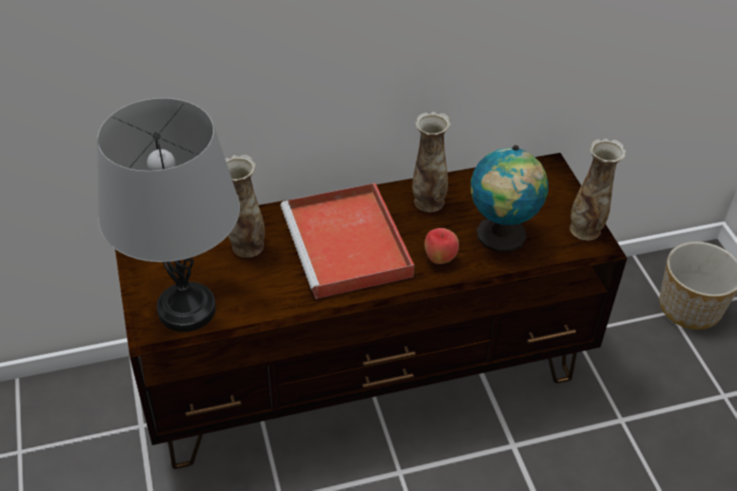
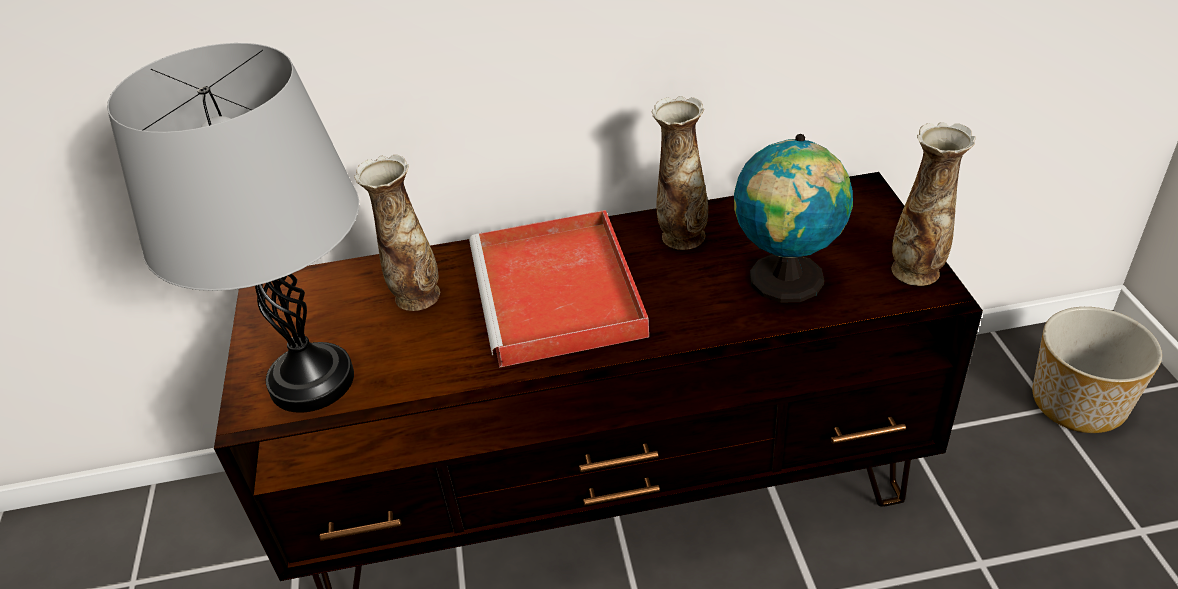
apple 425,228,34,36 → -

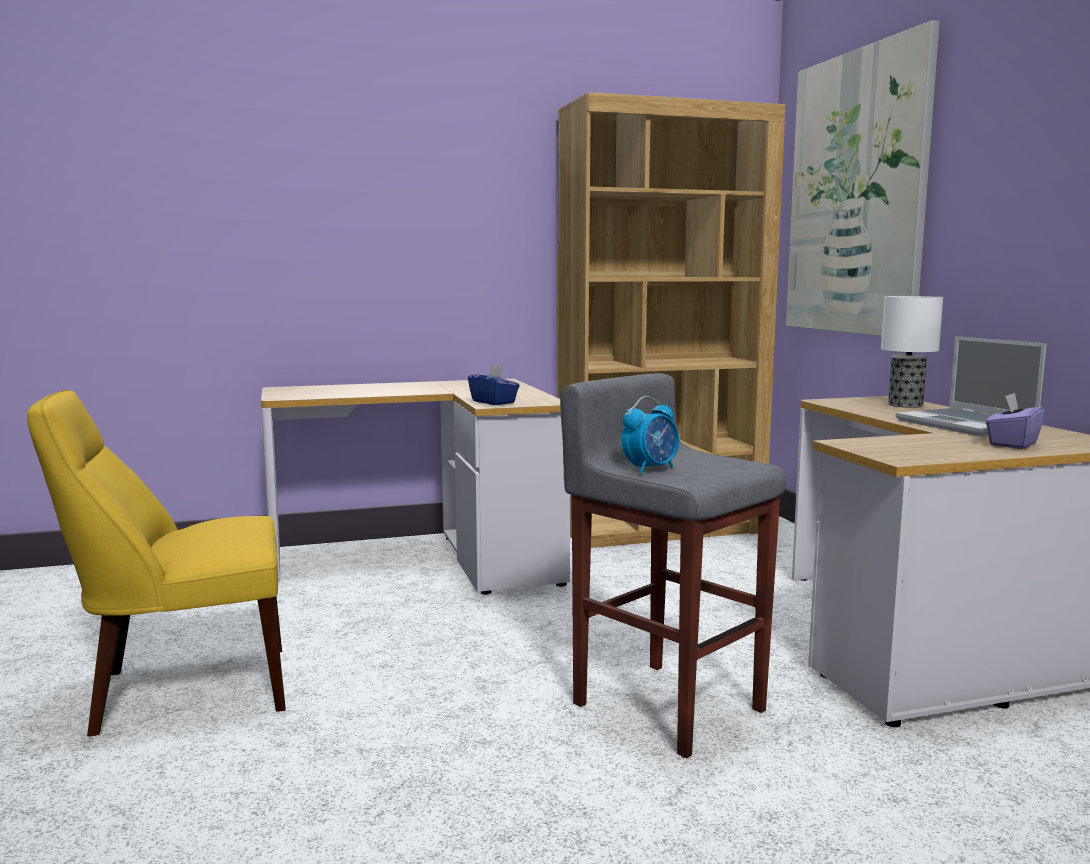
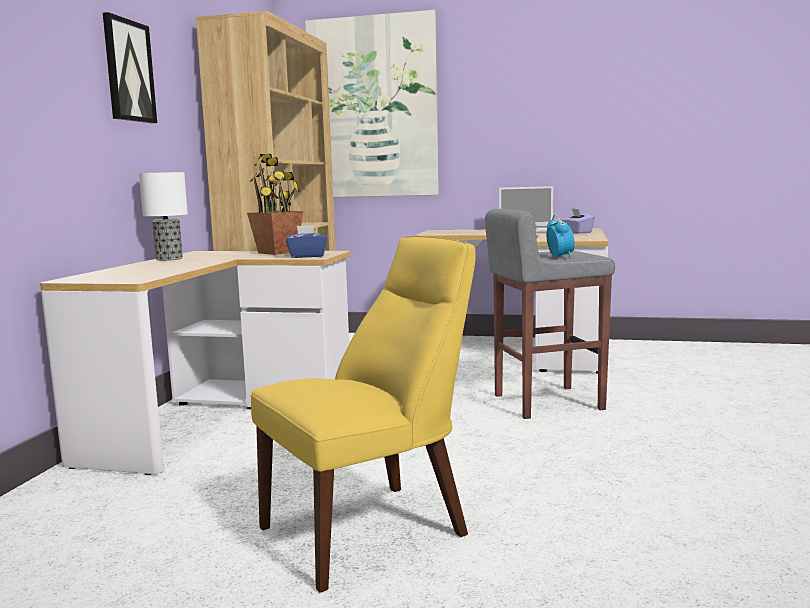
- → picture 103,12,54,111
table lamp 881,296,62,112 → table lamp 139,172,49,89, shifted
- → potted plant 247,154,57,101
yellow chair 27,390,259,346 → yellow chair 251,236,225,356, 135 degrees counterclockwise

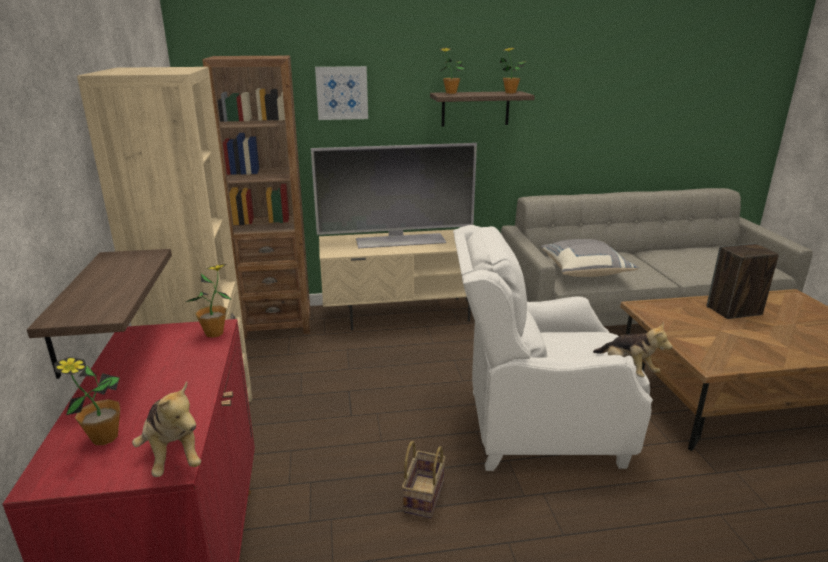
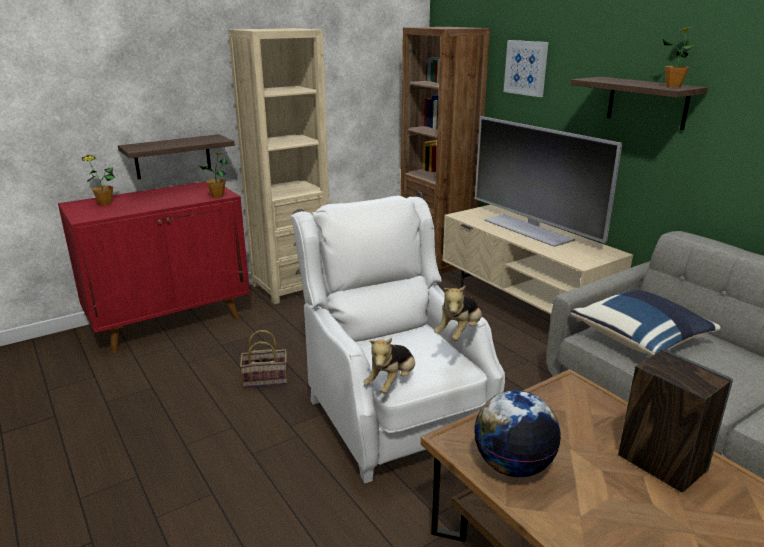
plush toy 132,381,69,96 → plush toy 434,286,48,55, shifted
- → globe 474,390,87,87
grey pillow 541,239,98,38 → blue pillow 570,290,151,66
potted plant 440,48,25,46 → -

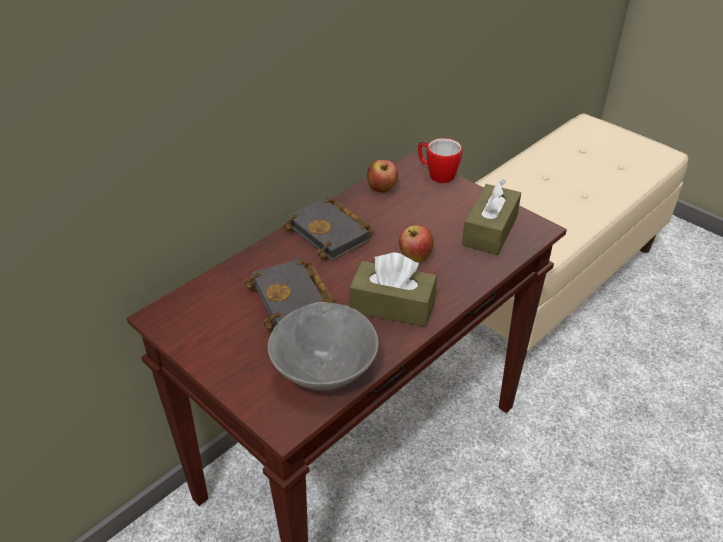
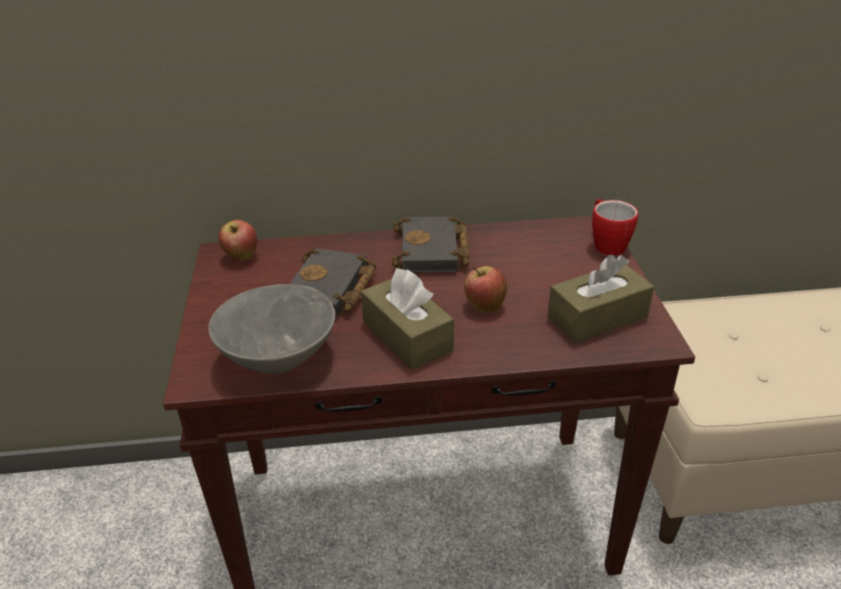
apple 367,160,31,33 → apple 218,220,40,41, shifted

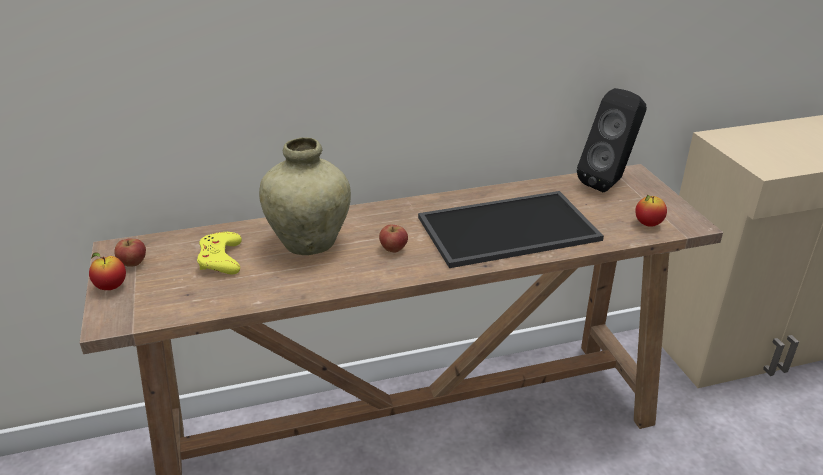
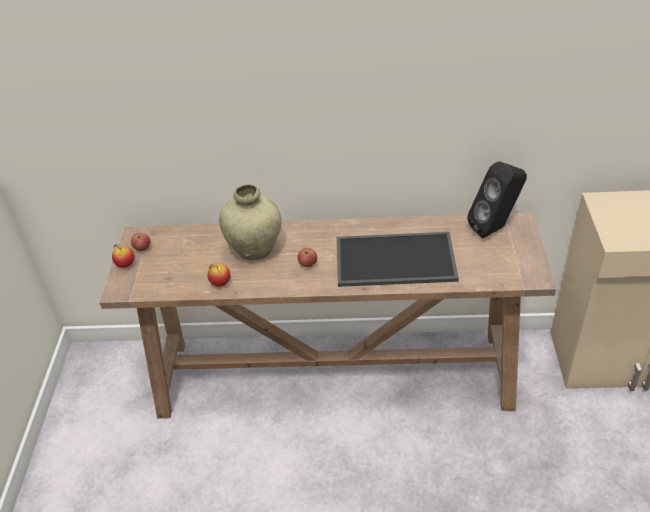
apple 635,195,32,32 → apple 208,264,22,23, shifted
yellow game controller 197,232,45,42 → -

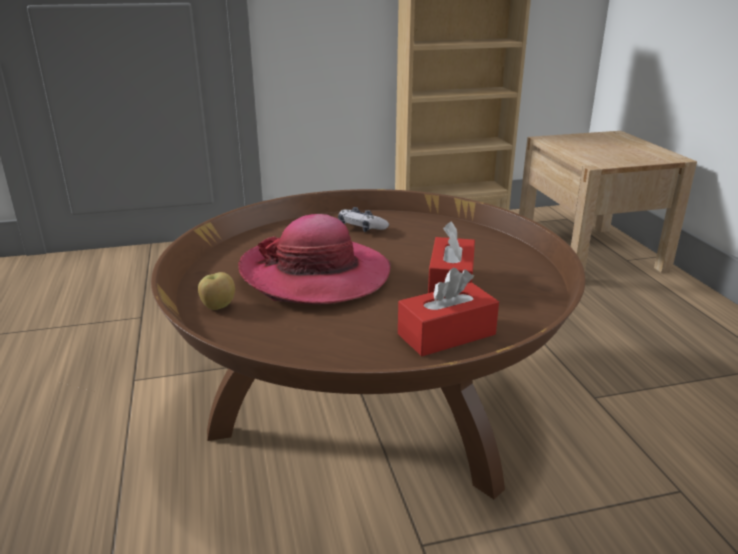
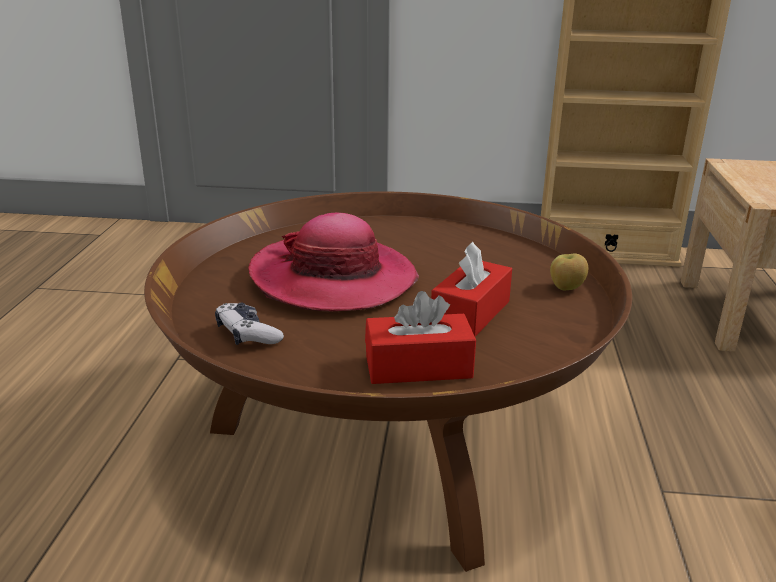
game controller 338,207,51,25 → game controller 215,303,69,42, shifted
apple 198,272,37,38 → apple 550,254,38,37, shifted

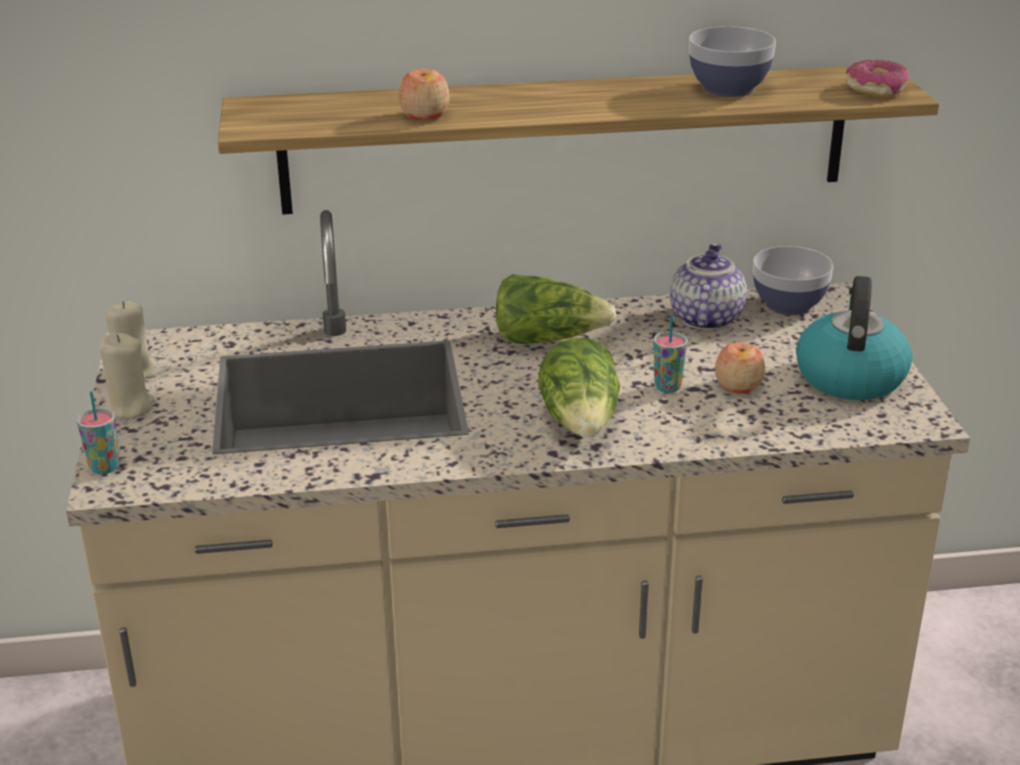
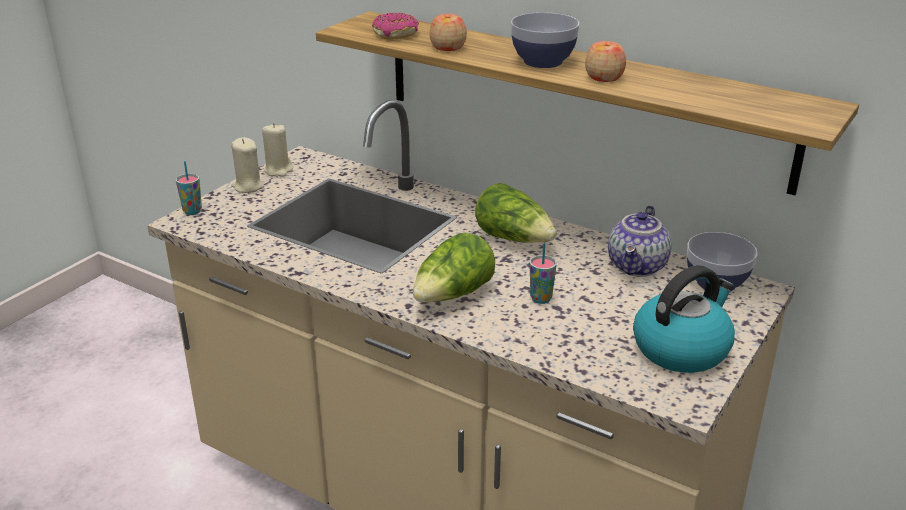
donut 845,60,64,38 → donut 372,13,47,26, shifted
bowl 689,26,87,71 → bowl 511,12,69,56, shifted
apple 715,342,50,52 → apple 585,41,41,41, shifted
teapot 670,243,77,87 → teapot 608,205,64,72, 150 degrees clockwise

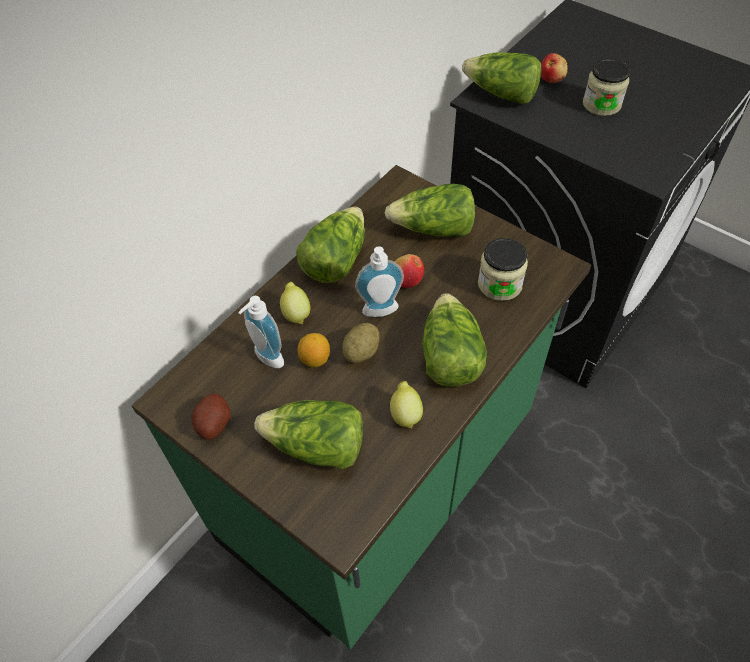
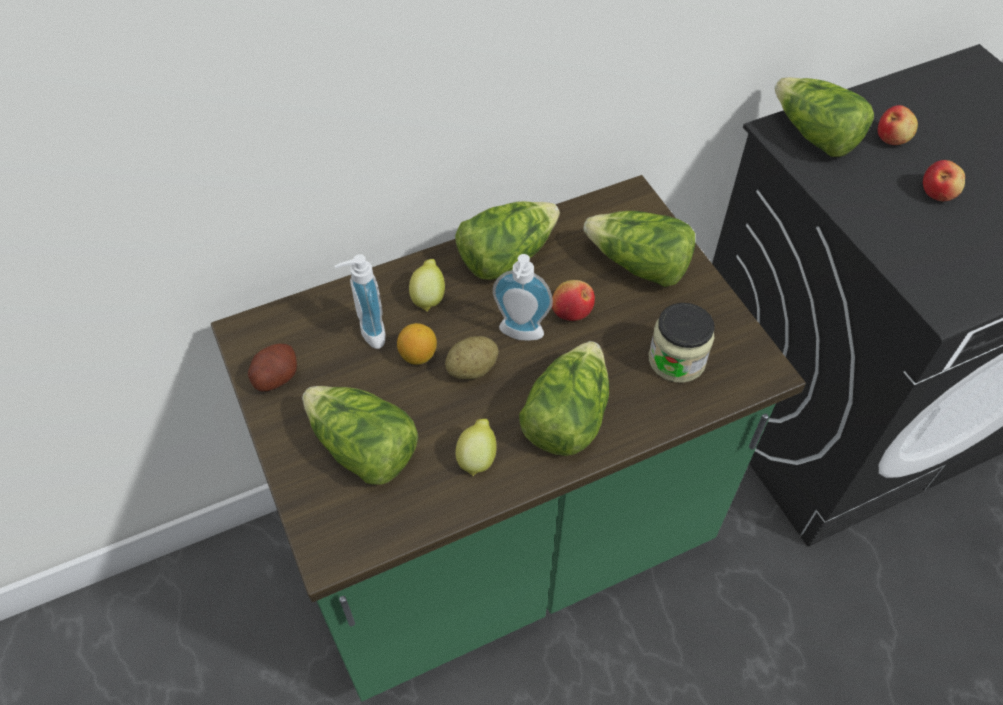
jar 583,59,47,57 → apple 923,160,42,42

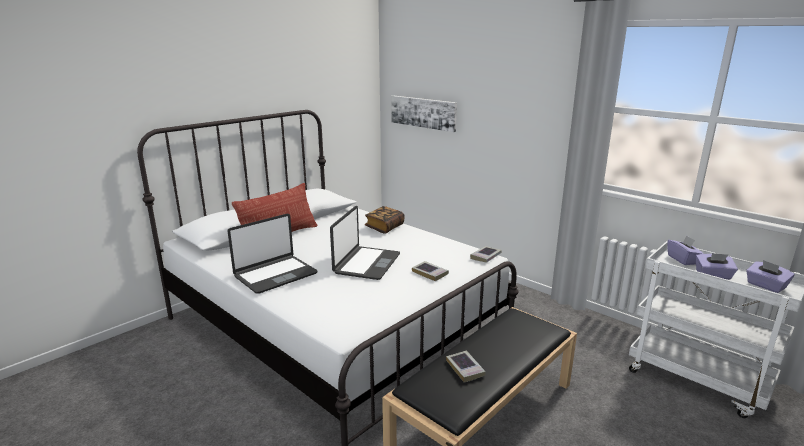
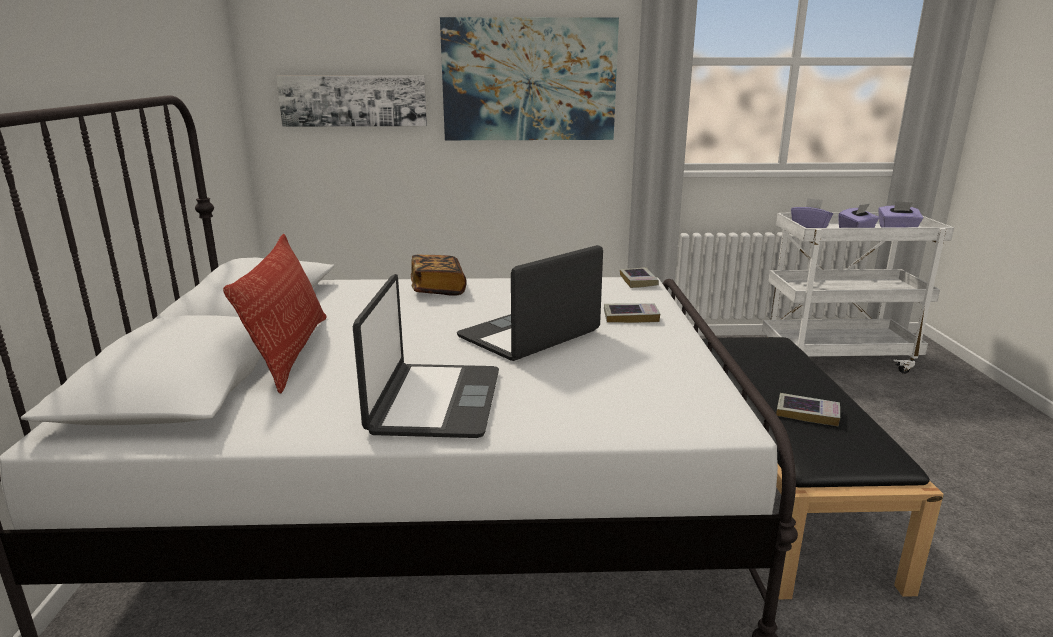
- → picture 440,17,179,123
laptop 330,206,70,74 → laptop 457,245,146,116, 105 degrees counterclockwise

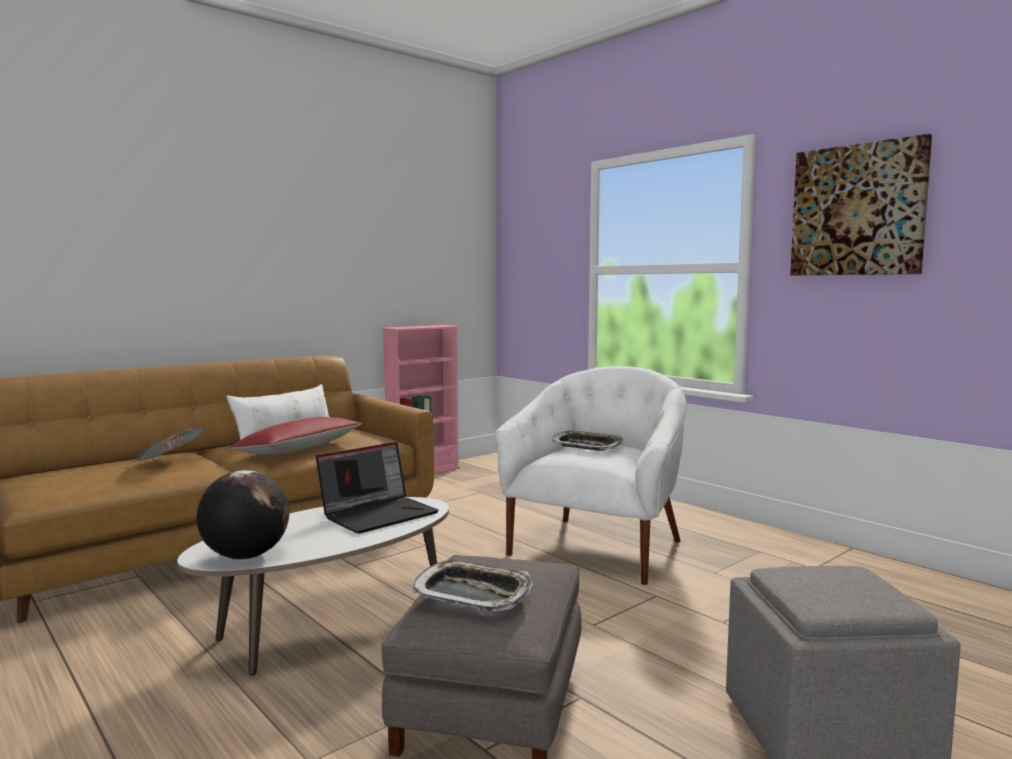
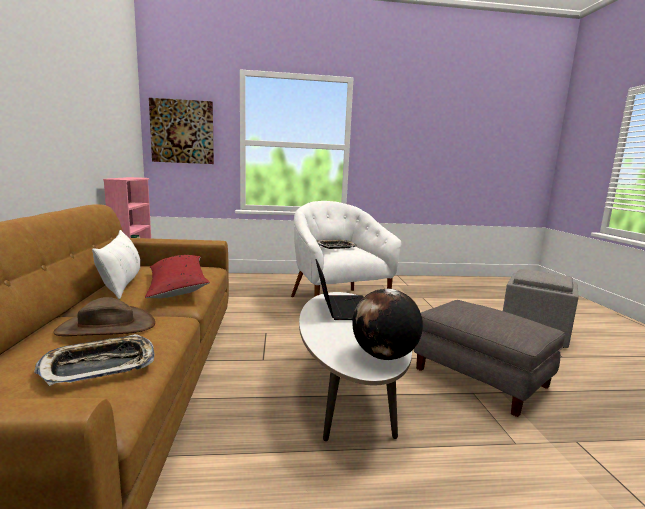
tray 413,560,120,51 → tray 34,334,121,52, shifted
newspaper 133,426,72,36 → brown hat 53,297,102,39
picture 790,134,142,141 → picture 149,98,65,66, shifted

